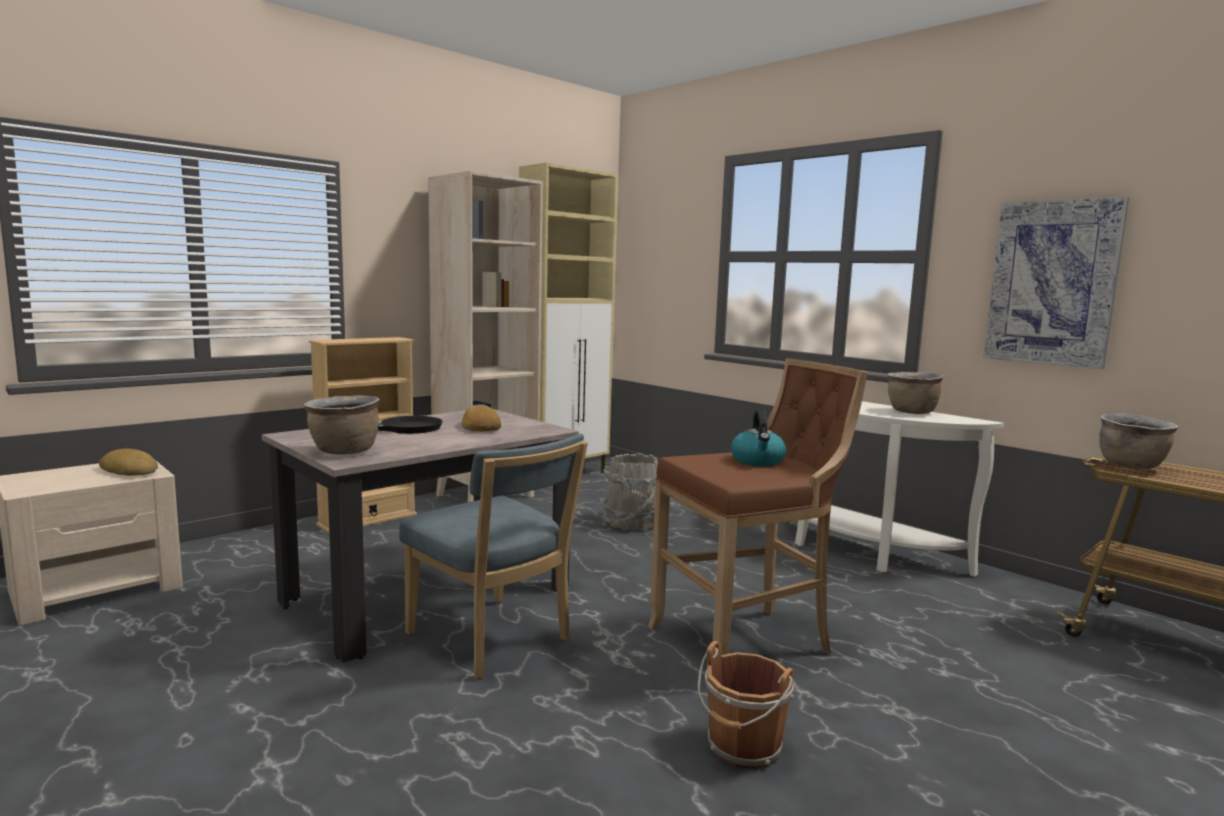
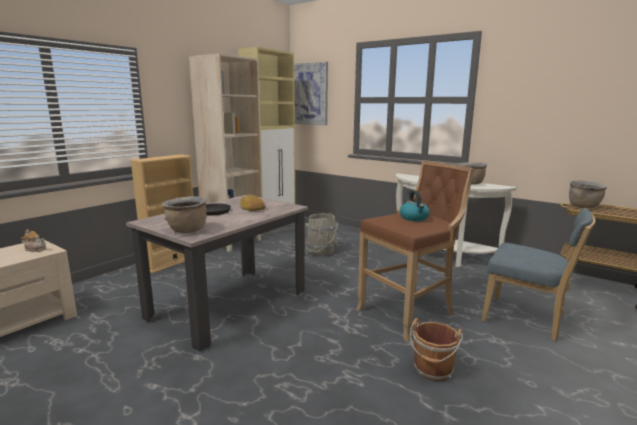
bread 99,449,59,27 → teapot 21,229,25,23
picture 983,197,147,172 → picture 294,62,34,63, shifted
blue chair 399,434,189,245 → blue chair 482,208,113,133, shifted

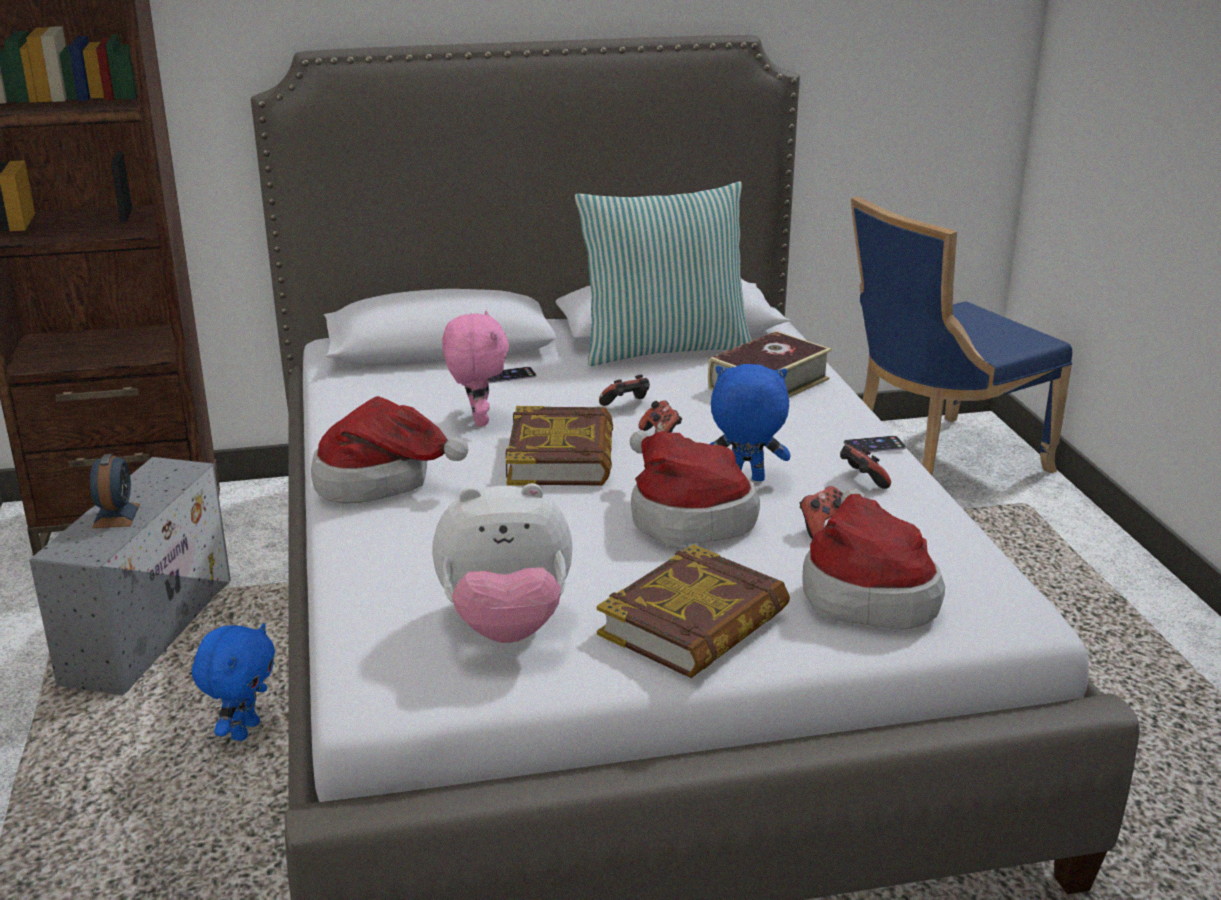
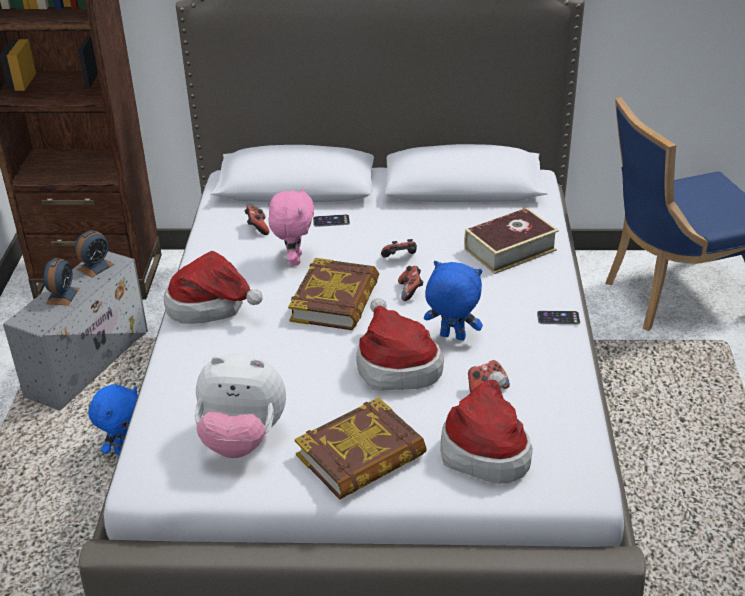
- → alarm clock 75,230,39,48
game controller 840,445,51,44 → game controller 244,206,25,29, shifted
pillow 575,182,177,184 → -

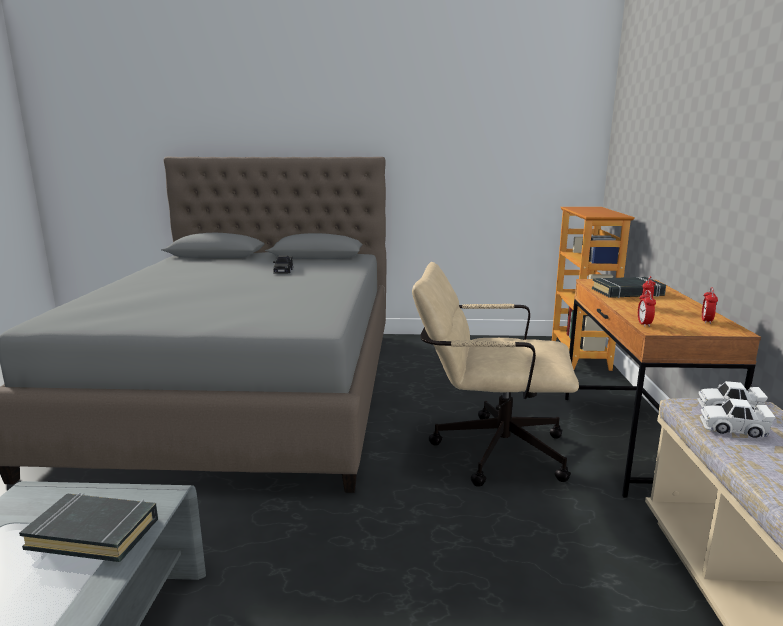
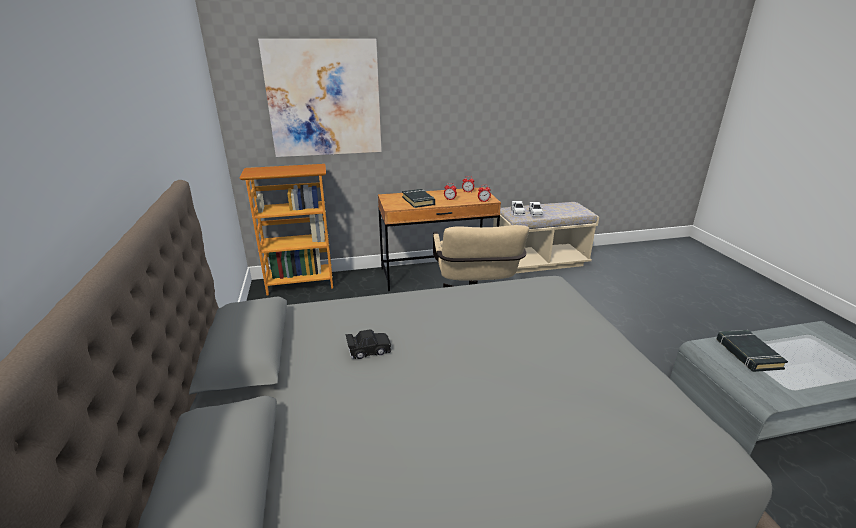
- → picture 258,39,124,118

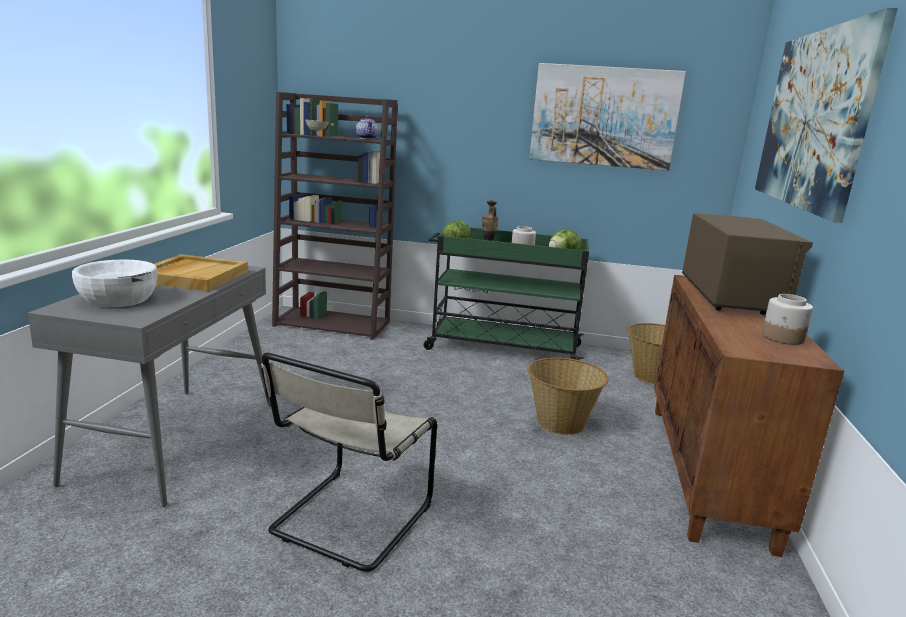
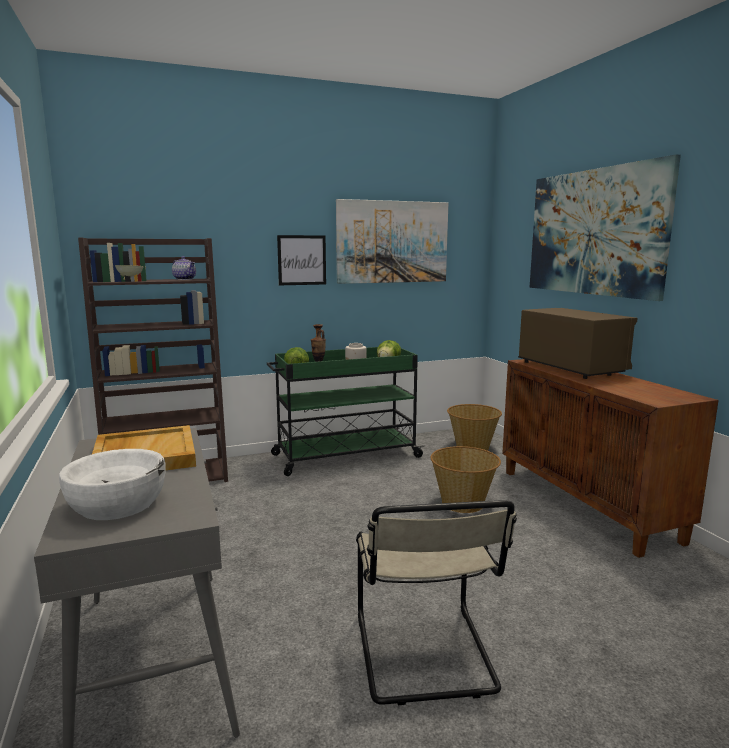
- → picture 277,235,49,50
jar 762,294,51,51 → -

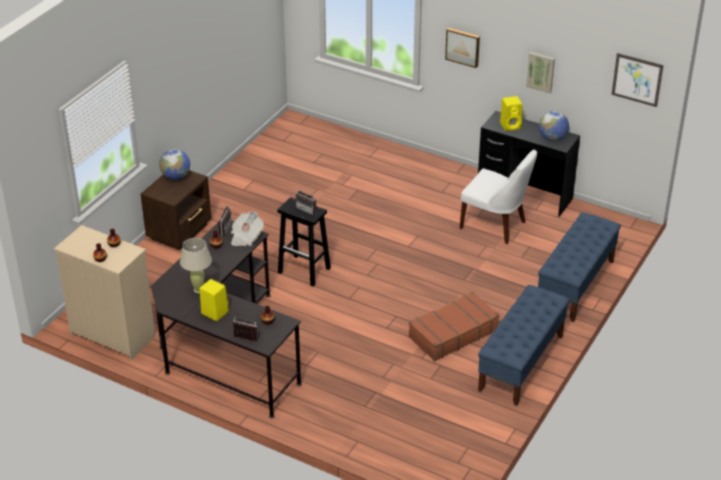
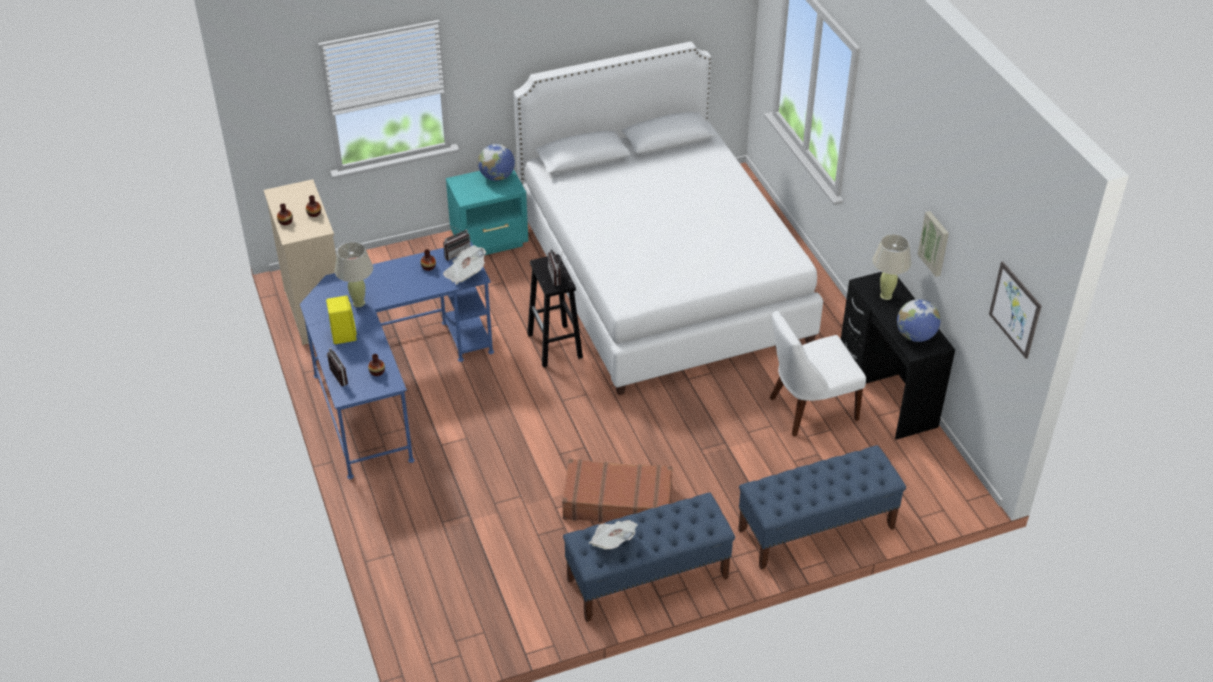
black desk 151,221,151,197 → blue desk 300,241,194,238
brown nightstand 141,170,70,80 → turquoise nightstand 446,169,82,86
- → white bed 514,42,309,353
- → newspaper 589,520,49,29
white chair 459,150,78,94 → white chair 770,311,96,125, 90 degrees clockwise
yellow speaker 500,96,22,35 → beige table lamp 873,234,38,66
picture 445,28,35,40 → -

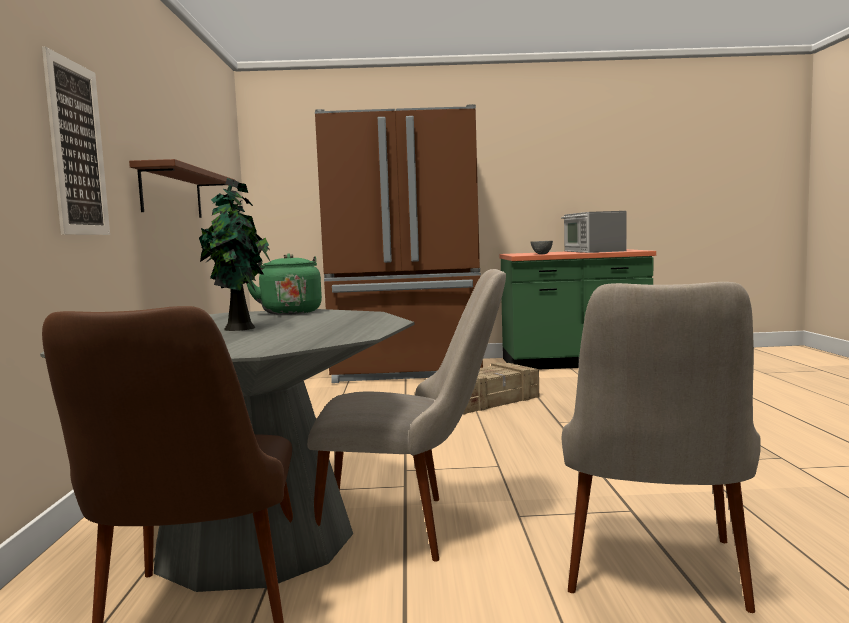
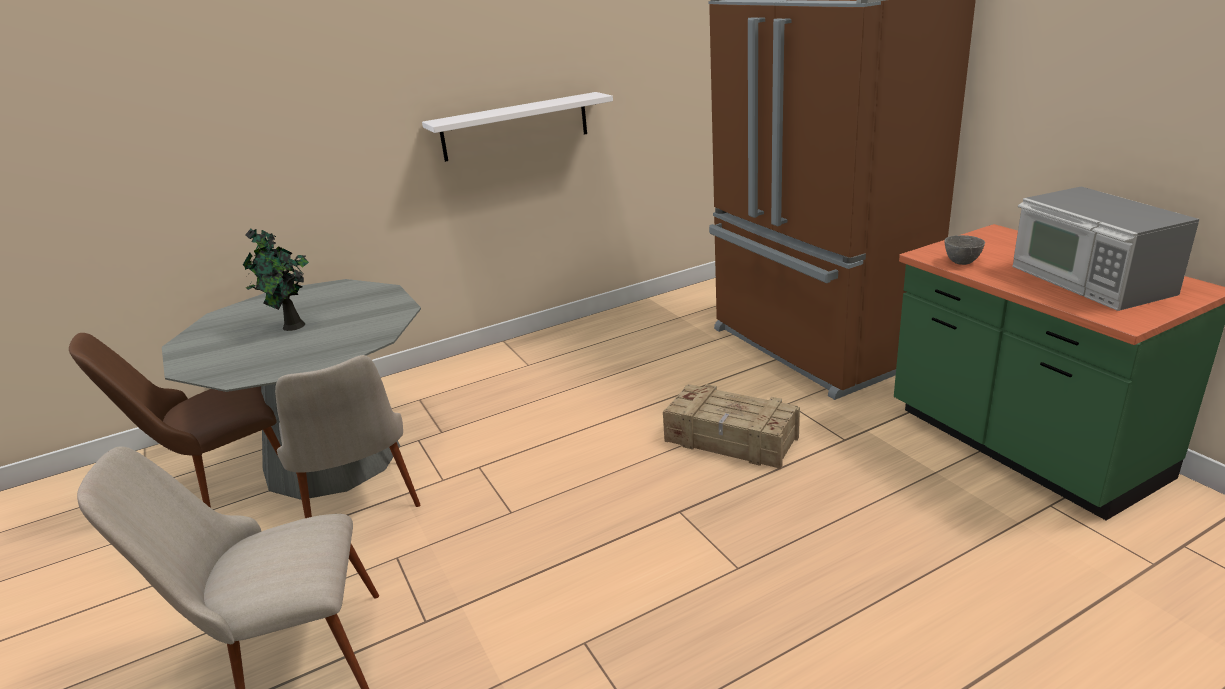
brown shelf 129,159,107,59 → white shelf 422,92,191,70
microwave 561,211,66,42 → microwave 1012,187,188,124, 75 degrees counterclockwise
picture 42,47,68,188 → -
green kettle 247,253,75,62 → -

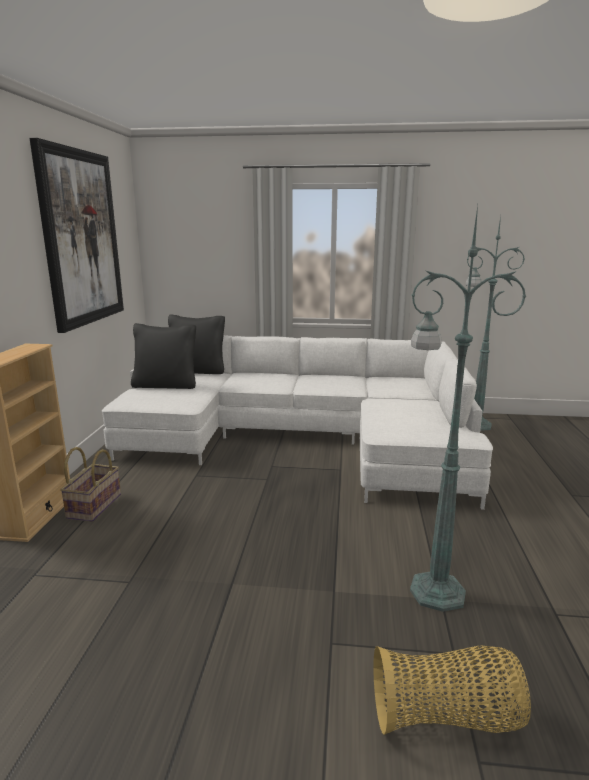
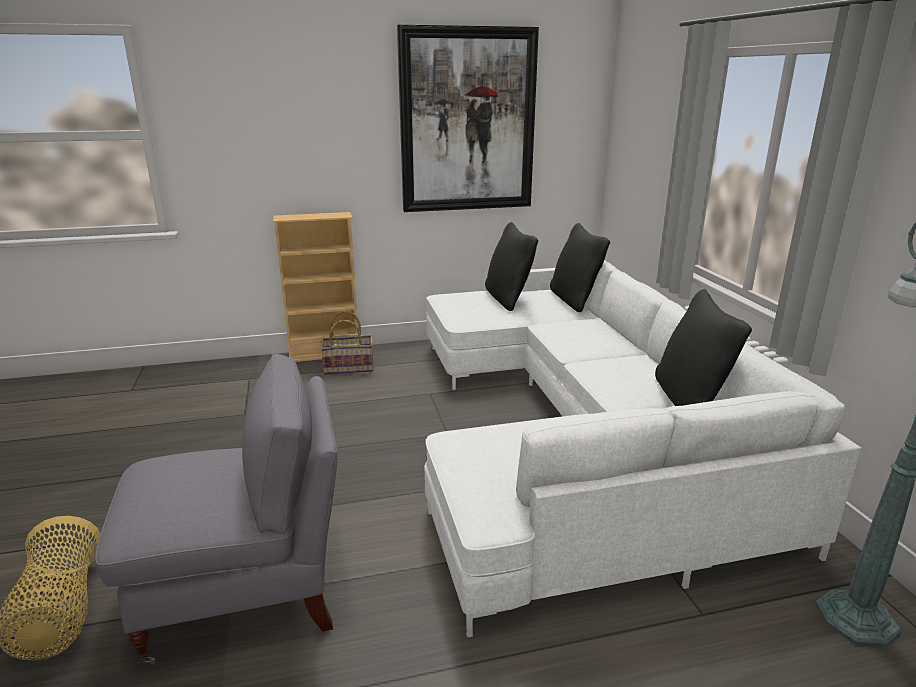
green floor lamp 410,205,117,407 → grey armchair 95,354,243,311
- → black pillow 655,289,97,117

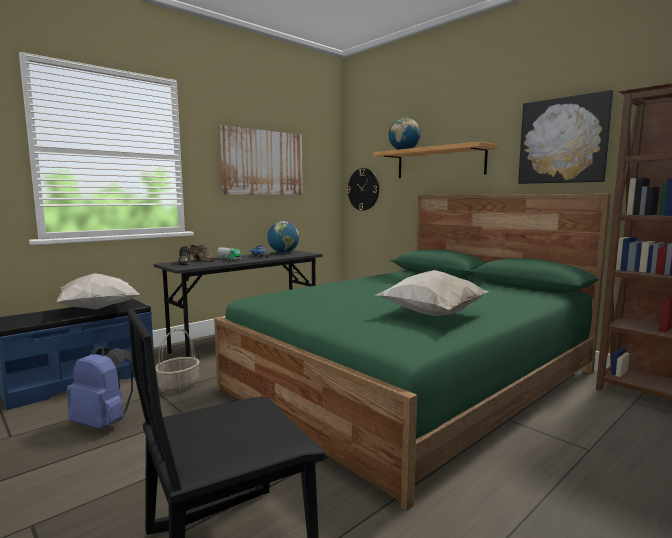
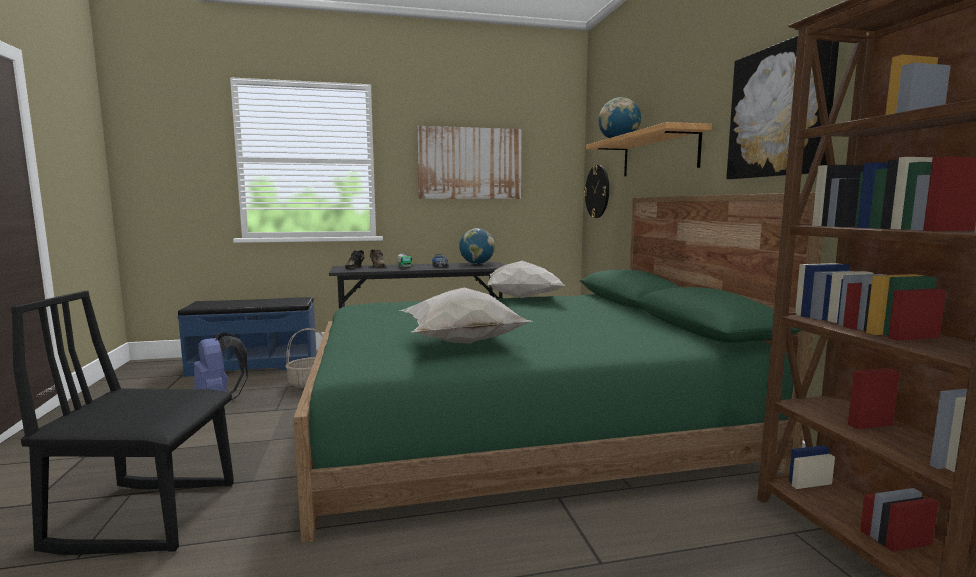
white pillow 56,273,84,36 → white pillow 488,261,77,37, shifted

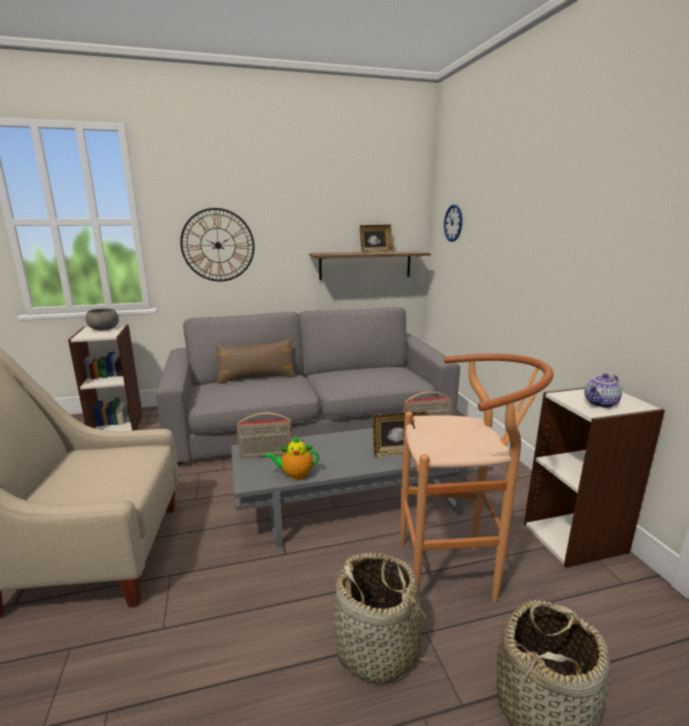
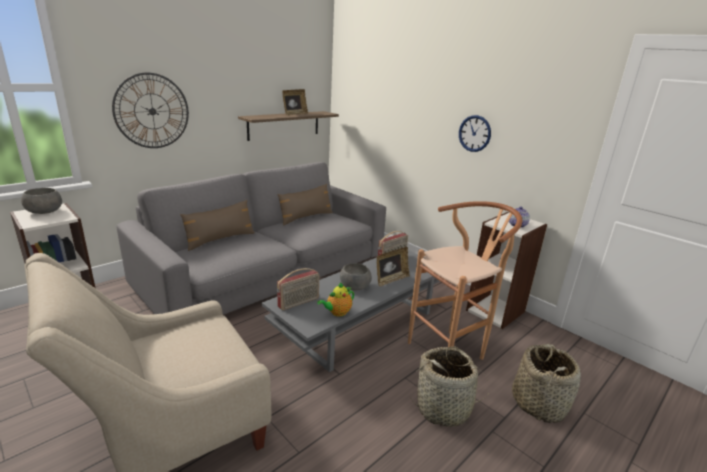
- → brown pillow 277,184,56,42
- → grey bowl 340,263,32,27
wall clock 444,205,18,37 → wall clock 459,115,32,37, shifted

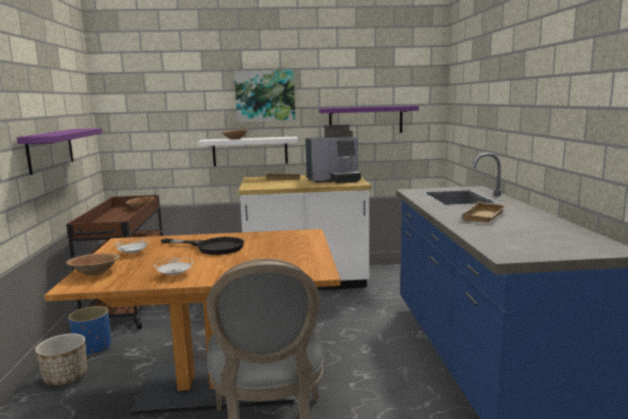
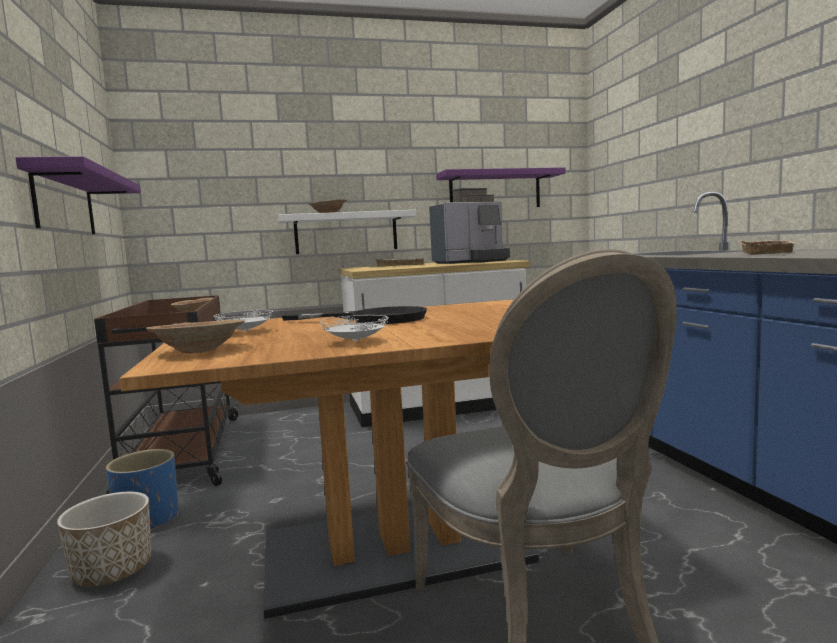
picture 234,69,61,53 → -

